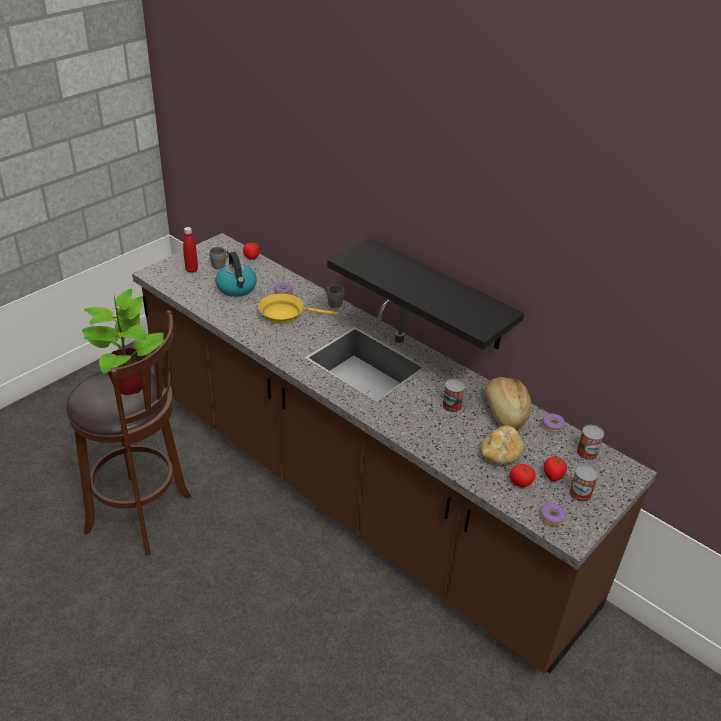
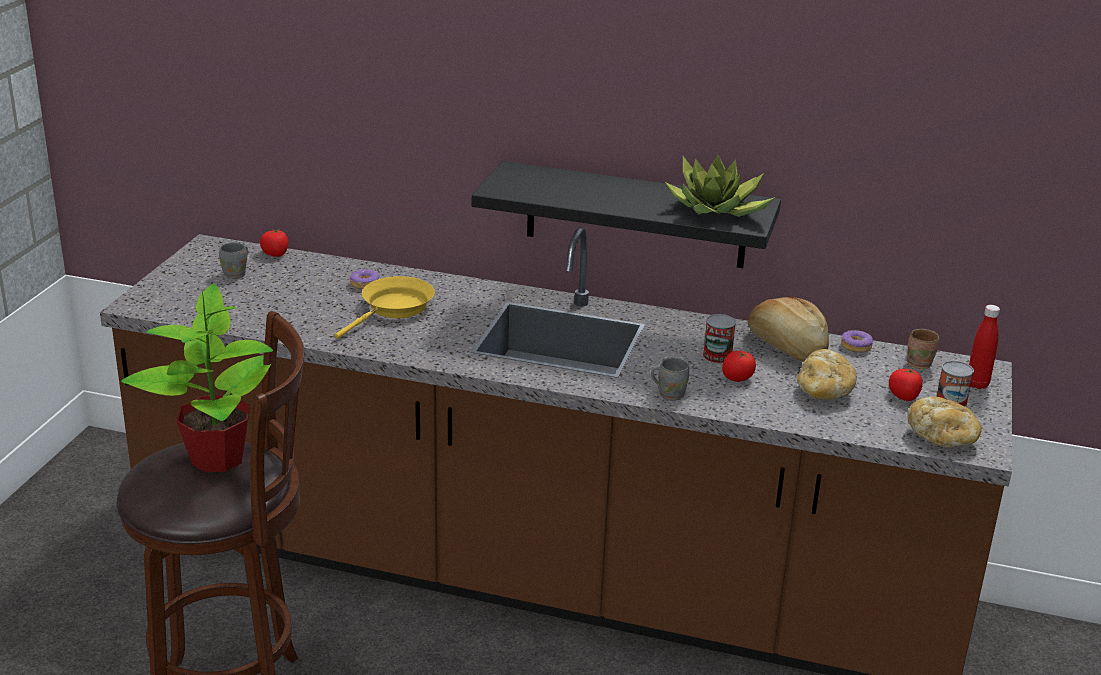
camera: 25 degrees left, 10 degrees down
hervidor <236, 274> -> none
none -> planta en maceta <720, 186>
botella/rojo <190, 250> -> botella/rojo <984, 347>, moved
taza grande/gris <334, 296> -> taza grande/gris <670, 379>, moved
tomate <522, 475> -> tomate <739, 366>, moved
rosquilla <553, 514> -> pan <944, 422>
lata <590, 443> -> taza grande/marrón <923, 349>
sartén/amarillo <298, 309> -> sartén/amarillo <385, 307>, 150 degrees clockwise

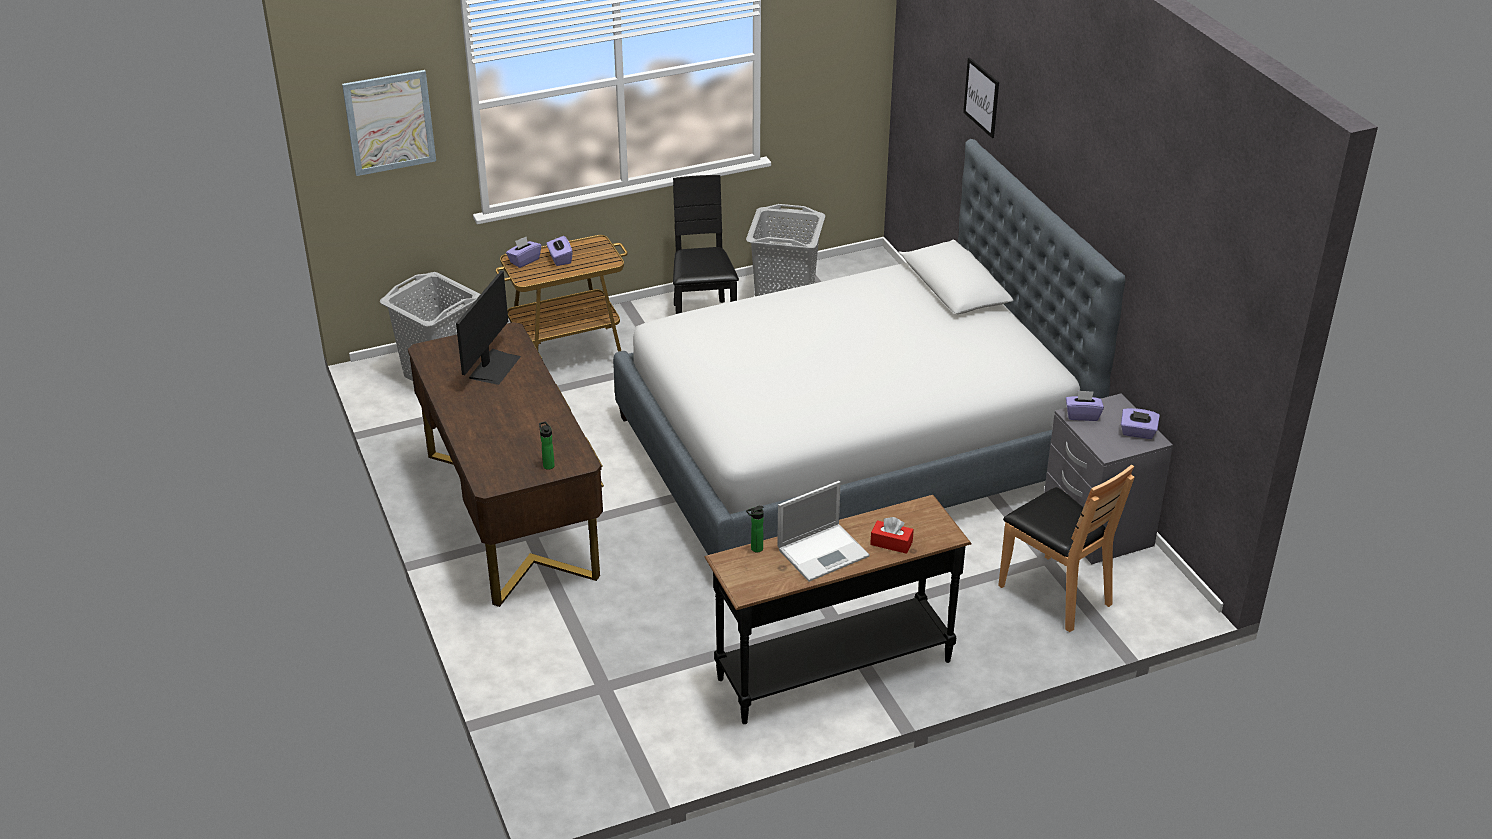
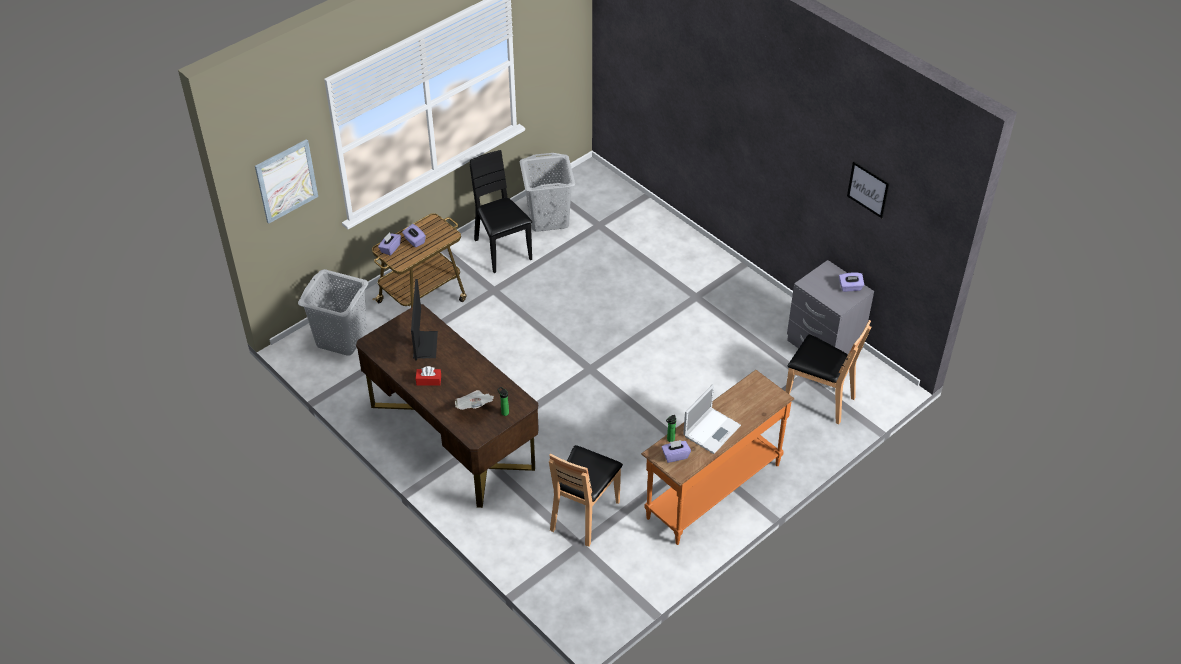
camera: 20 degrees left, 10 degrees up
cama <869, 347> -> none
none -> periódico <474, 400>
none -> silla/marrón <586, 496>
caja de pañuelos/rojo <892, 535> -> caja de pañuelos/rojo <428, 376>, moved
cuadro <981, 98> -> cuadro <868, 189>, moved
caja de pañuelos/morado <1085, 405> -> caja de pañuelos/morado <676, 451>, moved
mesa consola/negro <838, 609> -> mesa consola/naranja <718, 457>

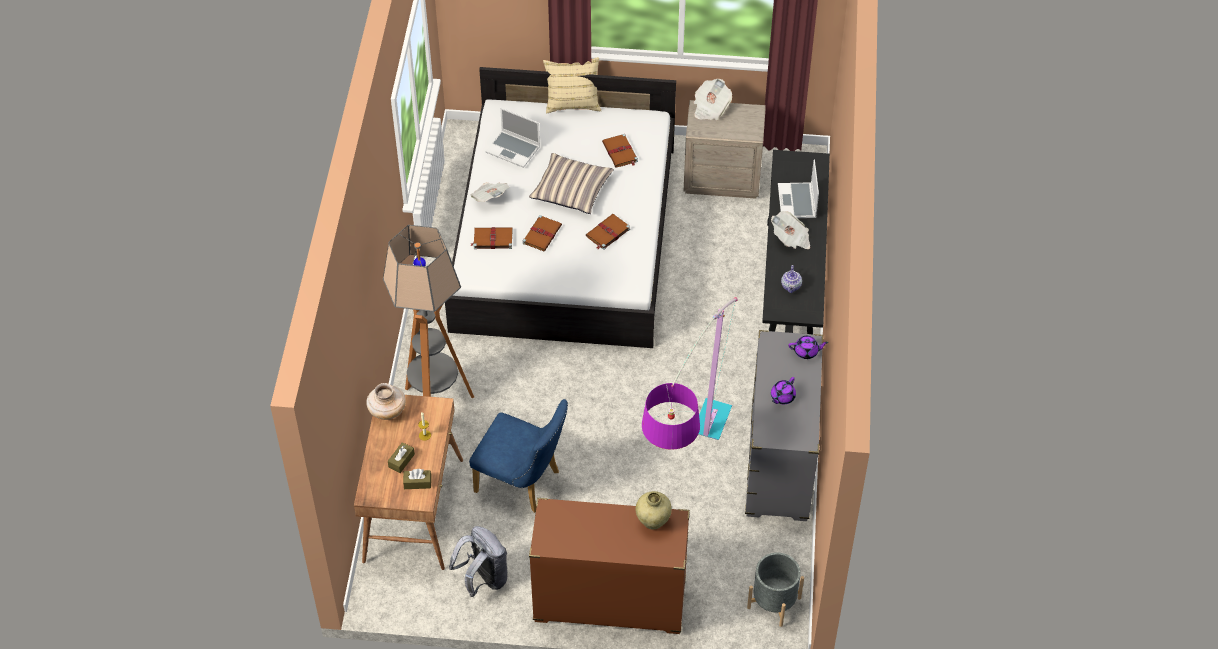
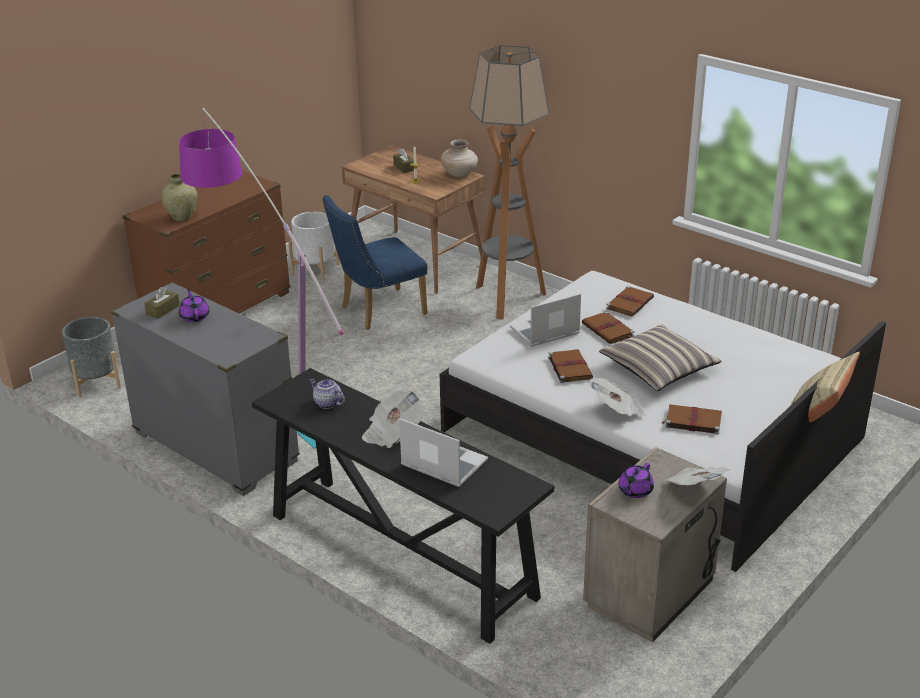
camera: 125 degrees right, 20 degrees down
caja de pañuelos/marrón <417, 479> -> caja de pañuelos/marrón <162, 302>, moved
periódico <489, 192> -> periódico <617, 397>, moved
portátil <512, 138> -> portátil <545, 320>, moved
tetera/morado <808, 347> -> tetera/morado <636, 480>, moved
mochila/gris <478, 561> -> maceta/blanco <314, 246>

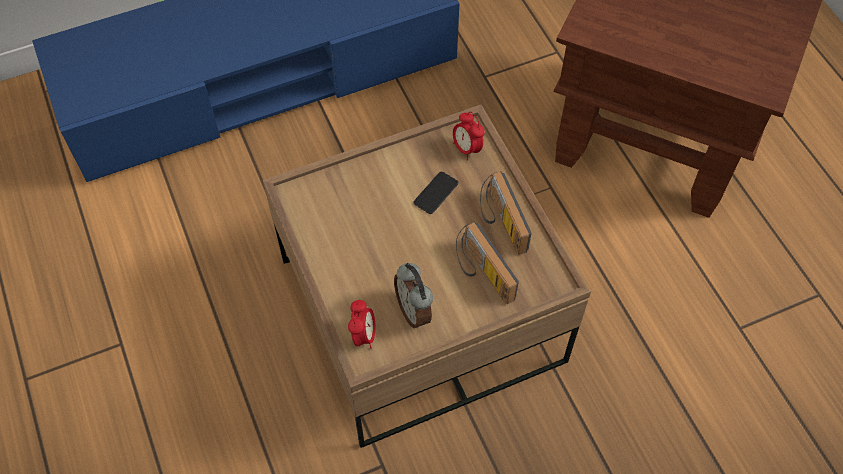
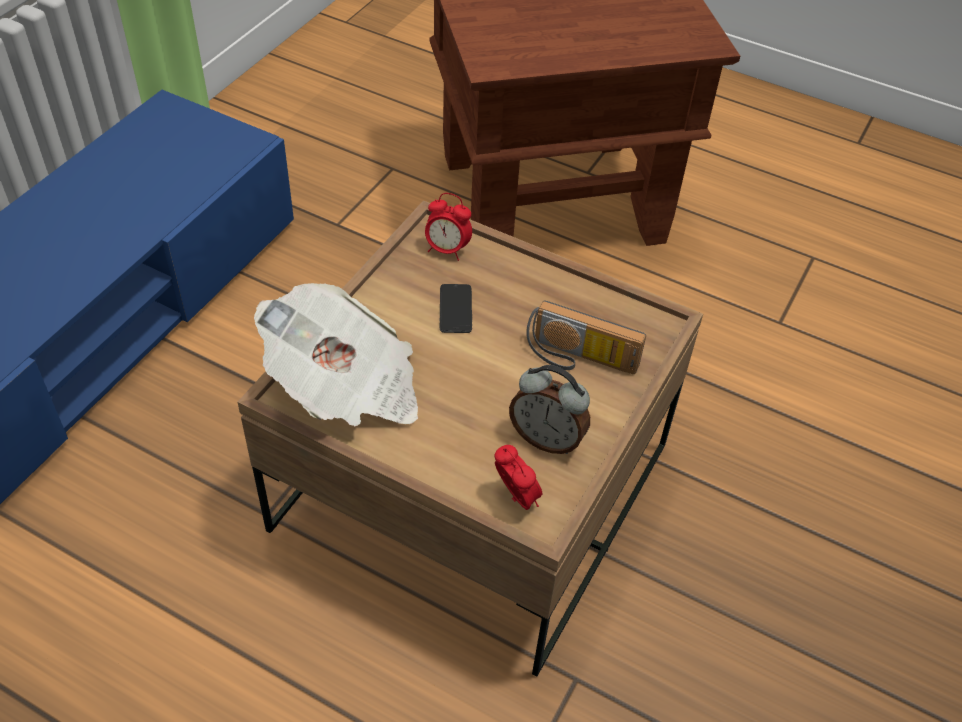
camera: 40 degrees left, 10 degrees down
radio <506, 213> -> none
none -> periódico <336, 355>

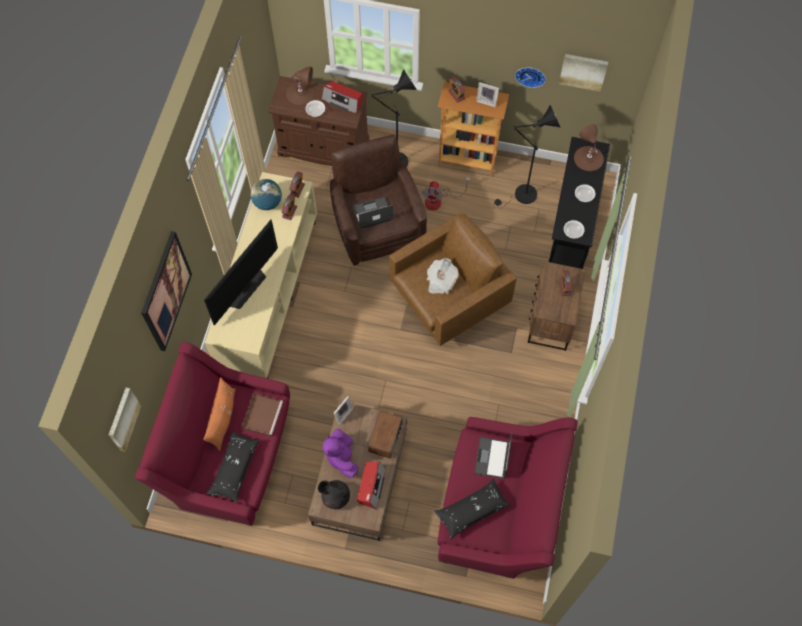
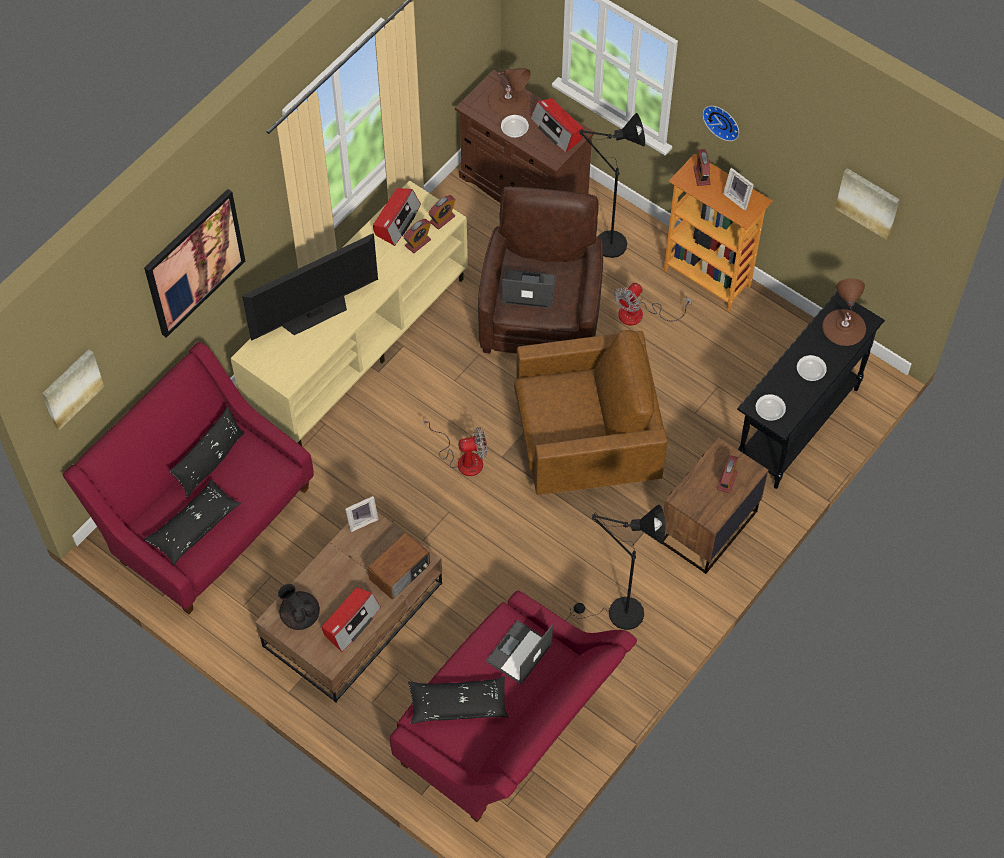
camera: 25 degrees right, 5 degrees down
bandeja/marrón <262, 414> -> none
peluche/morado <341, 453> -> none
periódico <443, 276> -> none
none -> ventilador <455, 446>
lámpara de pie/negro <527, 156> -> lámpara de pie/negro <617, 567>, moved
reloj de pared <530, 77> -> reloj de pared <720, 123>, moved
globo terráqueo <266, 194> -> radio <397, 217>
cojín/naranja <219, 414> -> cojín/negro <207, 452>

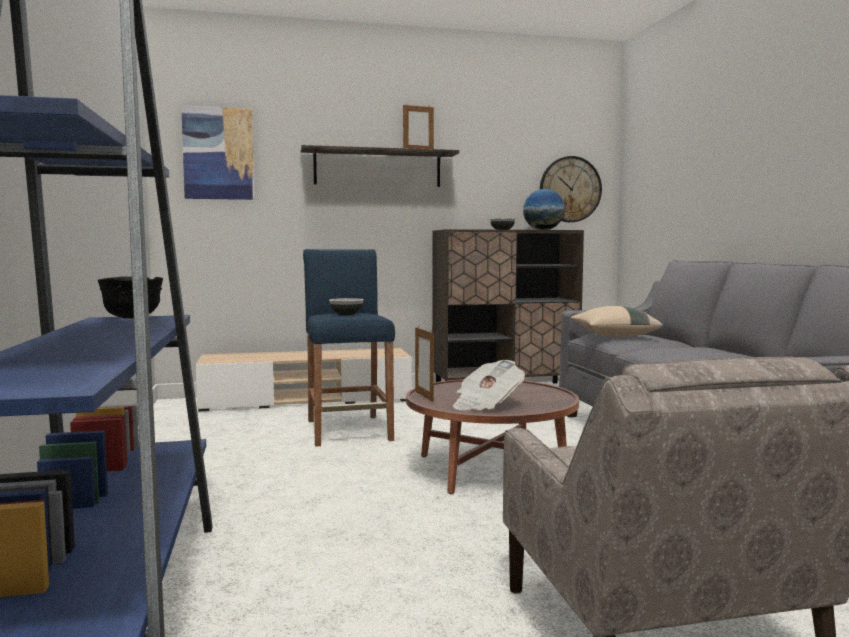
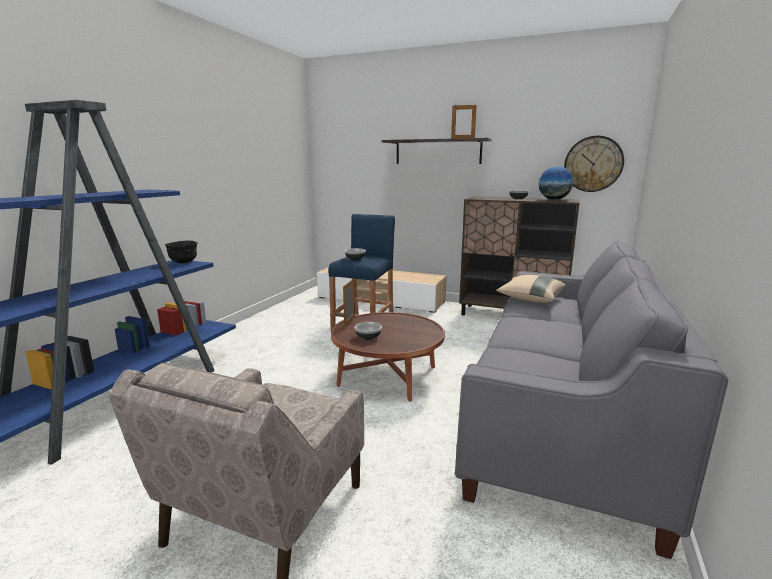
camera: 35 degrees right, 10 degrees up
cuadro <217, 153> -> none
periódico <489, 385> -> cuenco <368, 331>

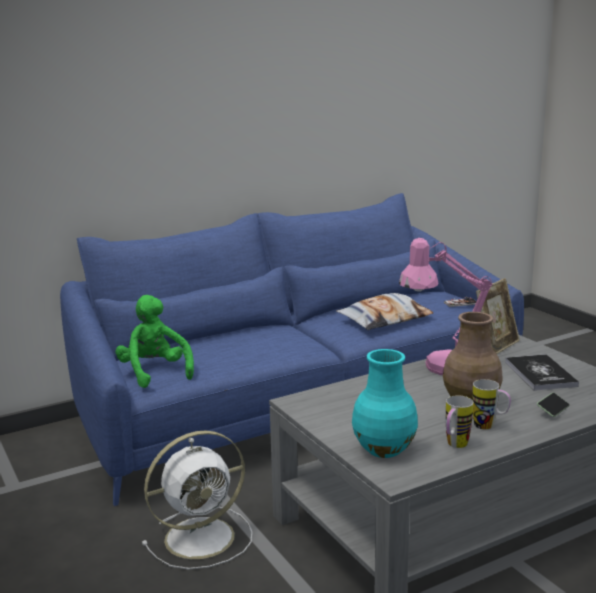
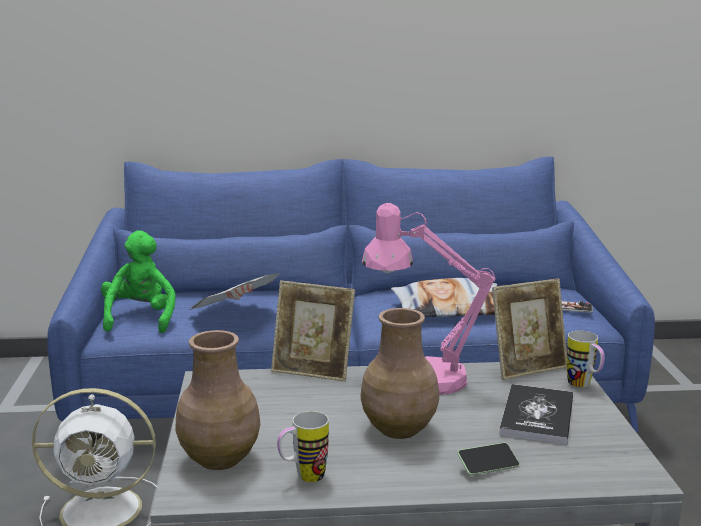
camera: 25 degrees right, 0 degrees up
none -> periódico <234, 291>
none -> portarretratos <313, 331>
taza grande <491, 404> -> taza grande <586, 359>, moved
florero/turquesa <385, 403> -> florero/marrón <217, 400>

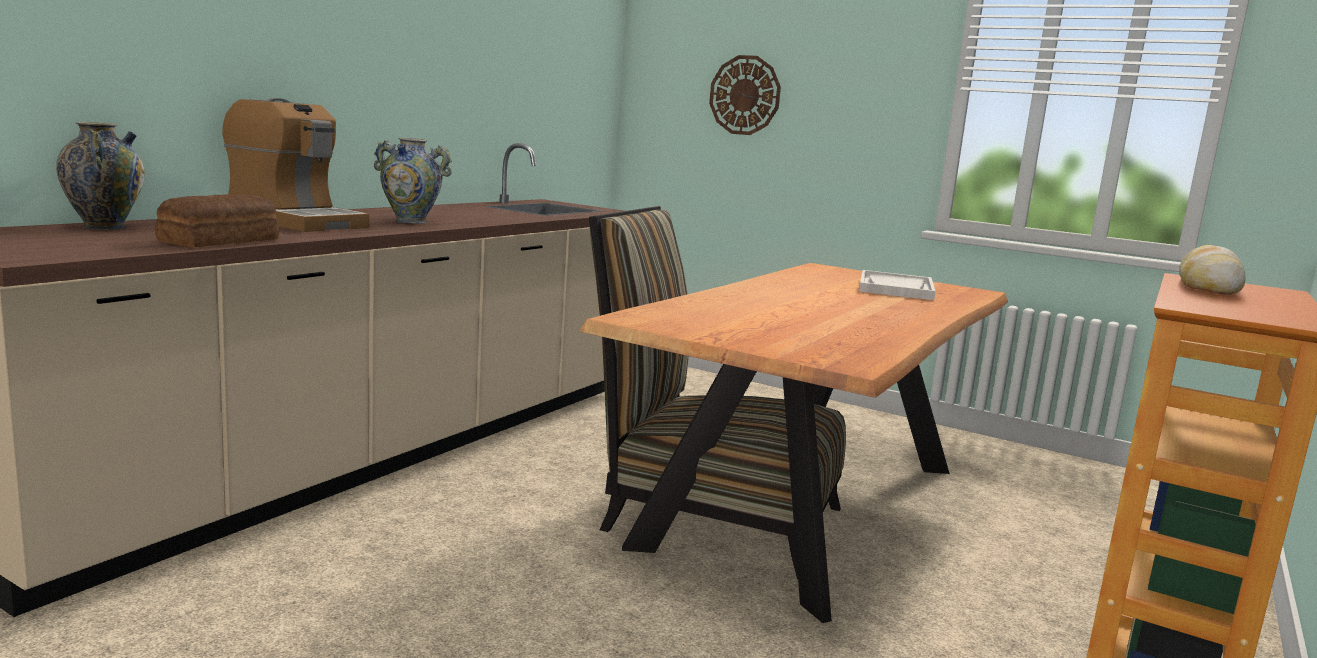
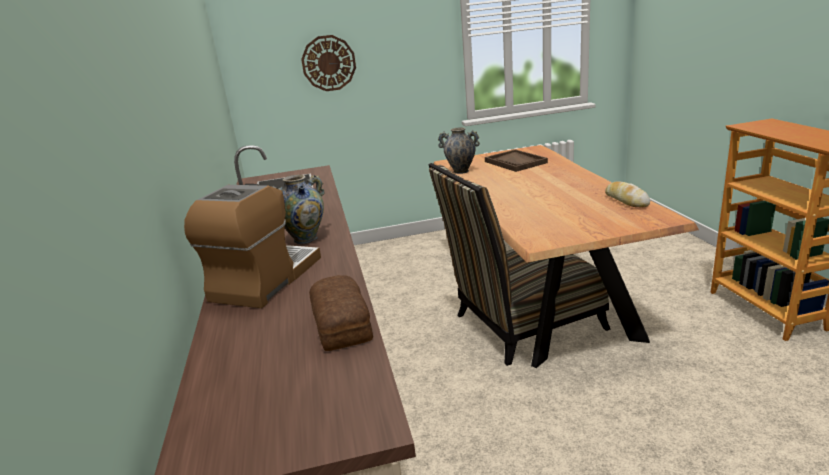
camera: 40 degrees left, 10 degrees up
florero <100, 176> -> florero <459, 150>, moved
pan <1212, 270> -> pan <627, 194>, moved
bandeja/blanco <897, 285> -> bandeja/marrón <516, 160>
cafetera <295, 165> -> cafetera <252, 246>, 60 degrees counterclockwise

